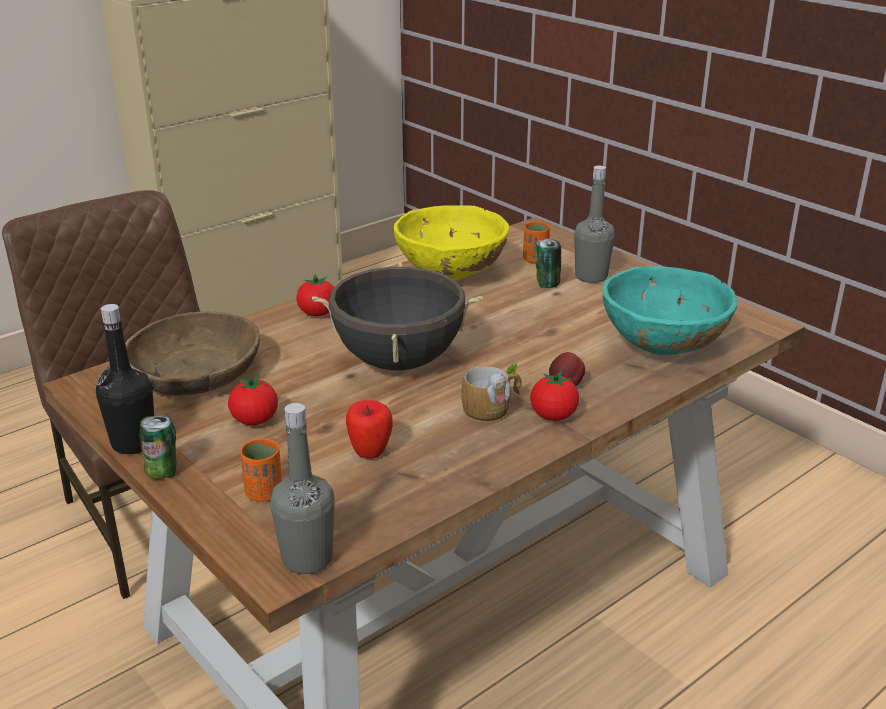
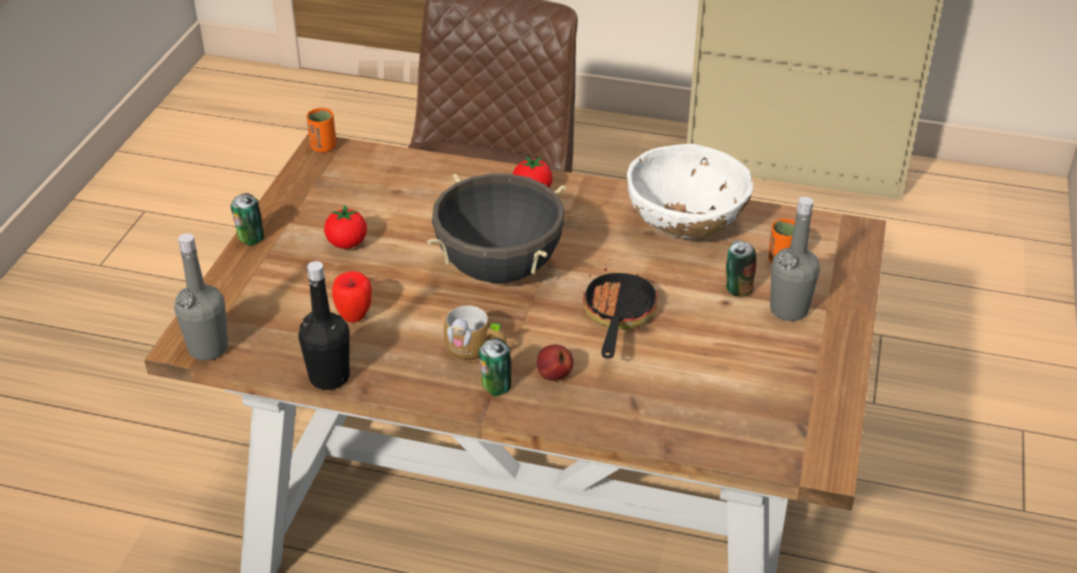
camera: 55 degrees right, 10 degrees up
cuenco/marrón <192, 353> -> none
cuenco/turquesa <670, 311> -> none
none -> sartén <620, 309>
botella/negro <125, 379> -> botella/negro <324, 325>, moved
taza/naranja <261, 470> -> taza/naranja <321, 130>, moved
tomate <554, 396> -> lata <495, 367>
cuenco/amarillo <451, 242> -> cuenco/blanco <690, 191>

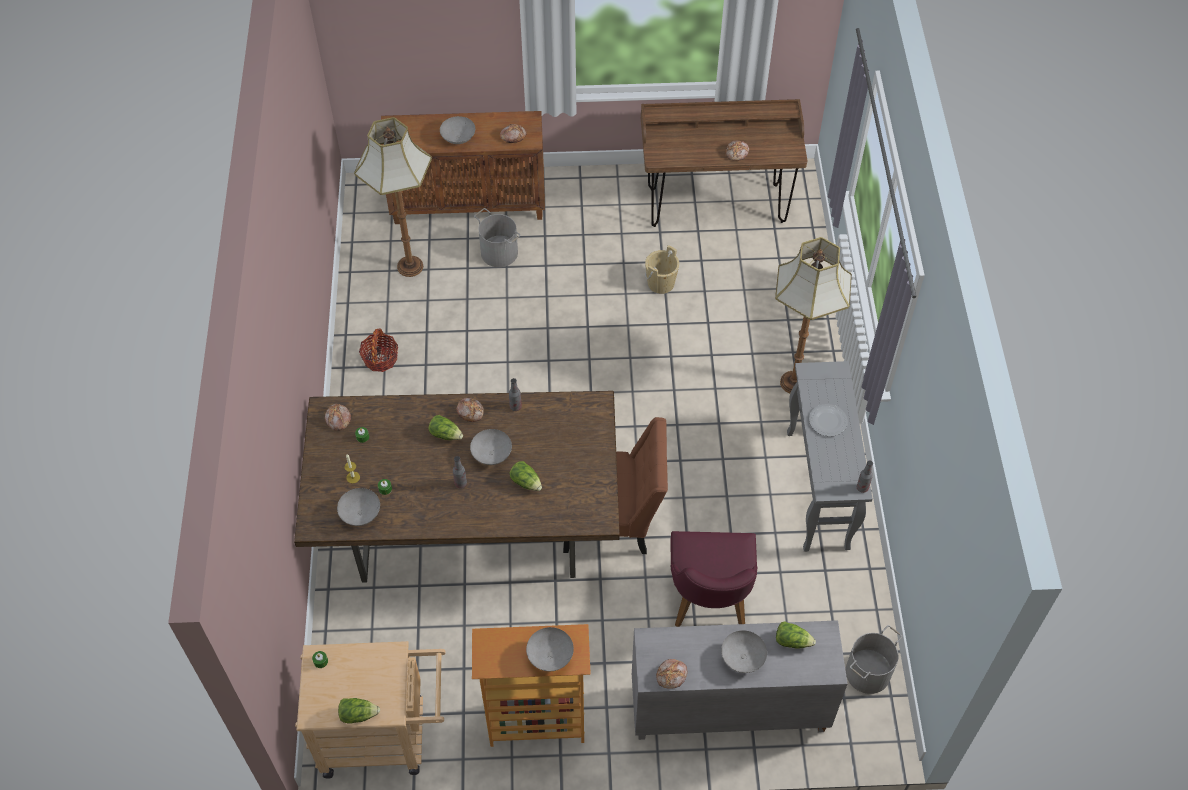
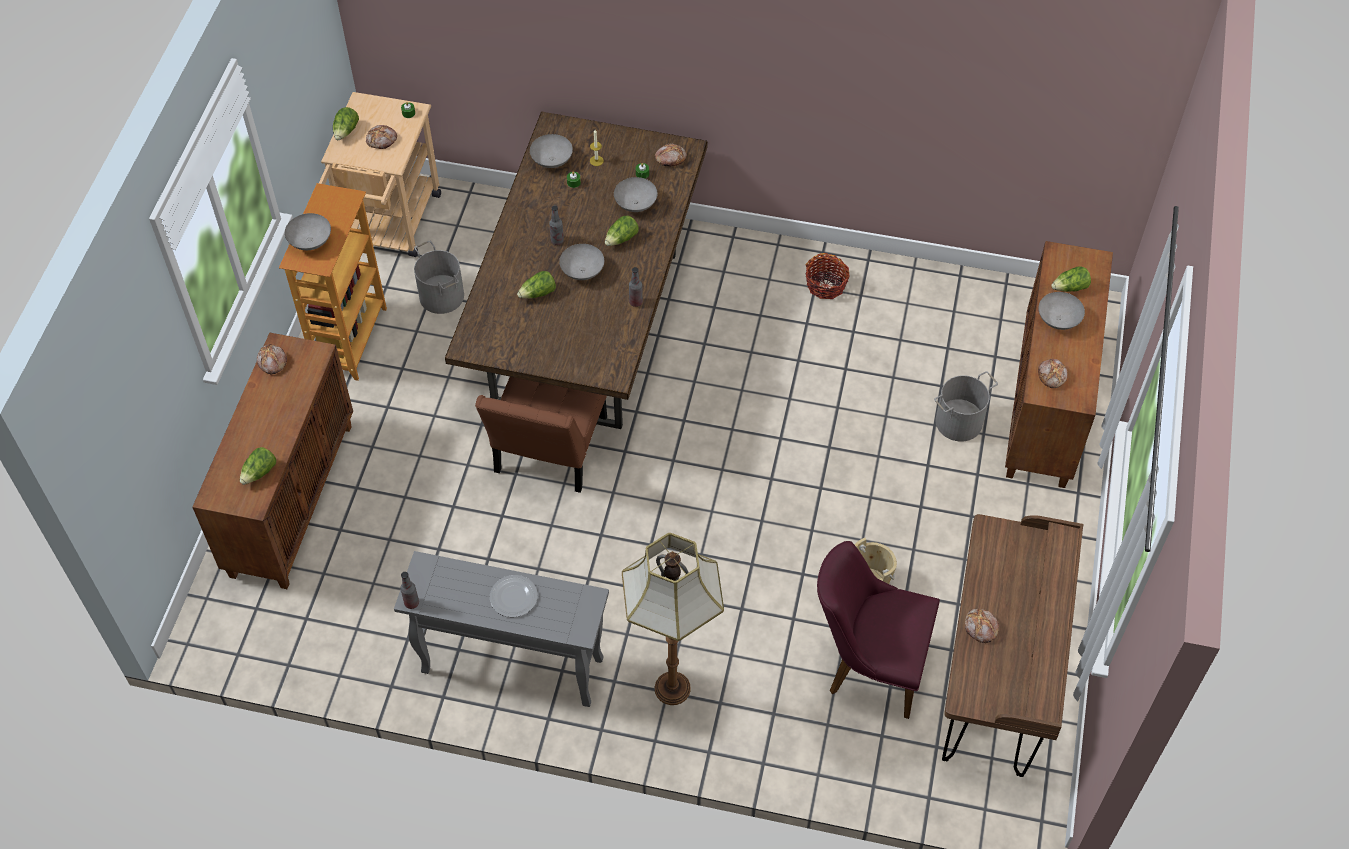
camera: 105 degrees right, 0 degrees up
lámpara de pie <393, 197> -> none
none -> lechuga <1071, 279>
pan <470, 410> -> pan <381, 137>, moved
silla/morado <714, 579> -> silla/morado <878, 630>, moved
cuenco/gris <744, 651> -> cuenco/gris <636, 194>, moved
cubo/gris <874, 659> -> cubo/gris <439, 277>, moved
armario/gris <739, 680> -> armario/marrón <272, 461>

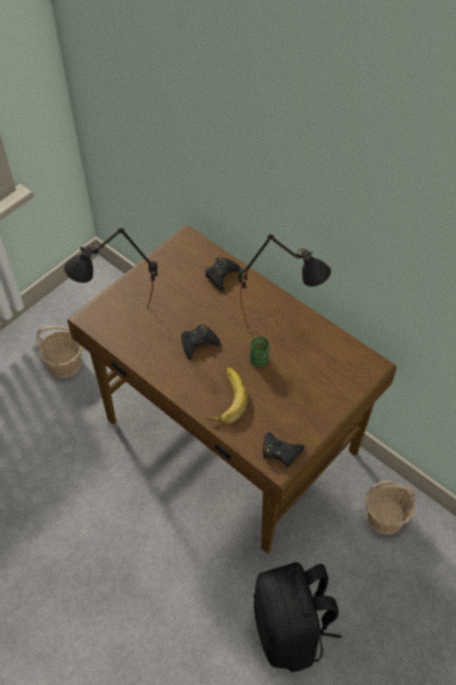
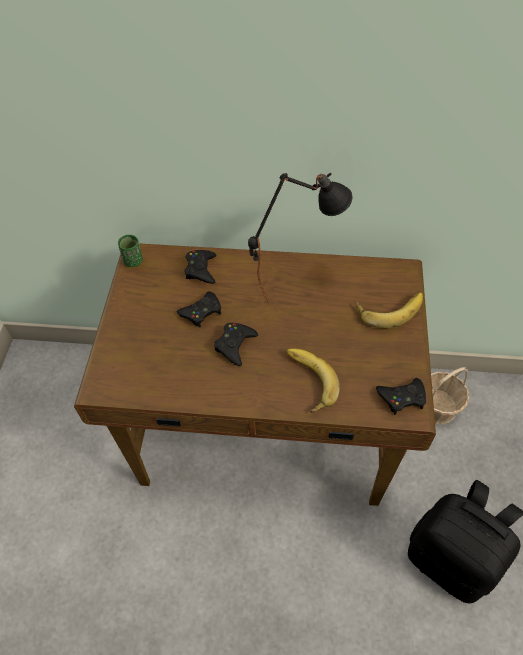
camera: 35 degrees left, 0 degrees up
cesta <59, 352> -> none
lámpara de mesa/negro <111, 268> -> none
none -> mando de consola/negro <198, 309>
none -> plátano <389, 310>
taza/verde <260, 352> -> taza/verde <130, 251>, moved

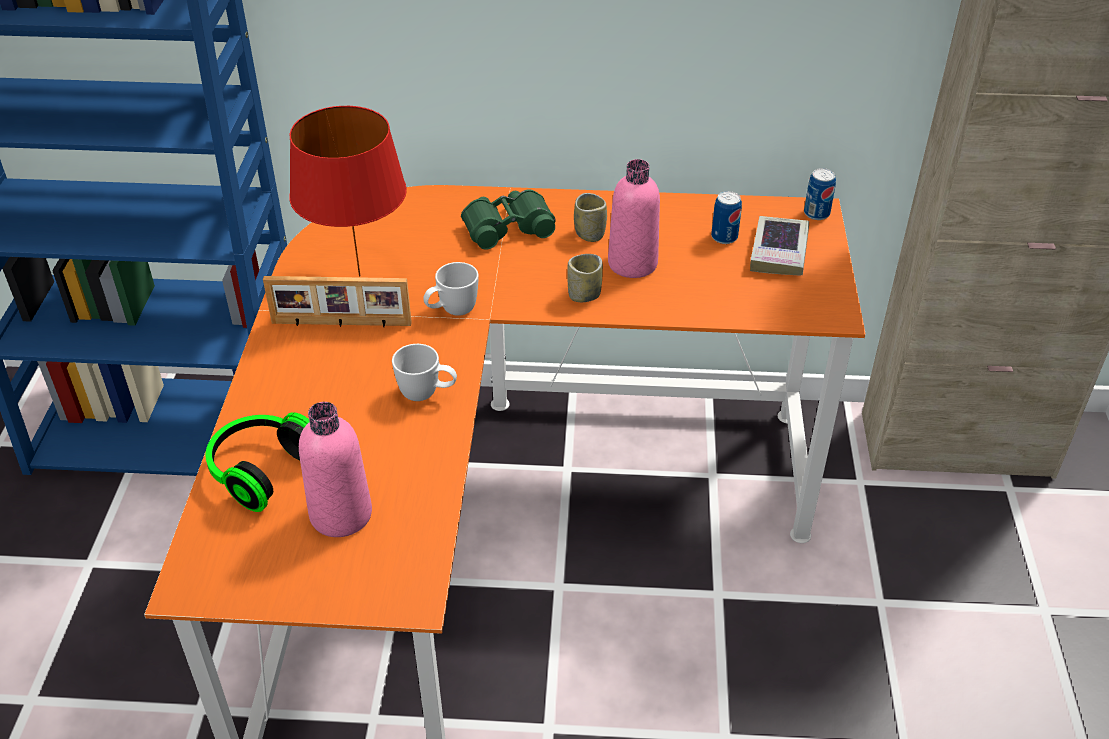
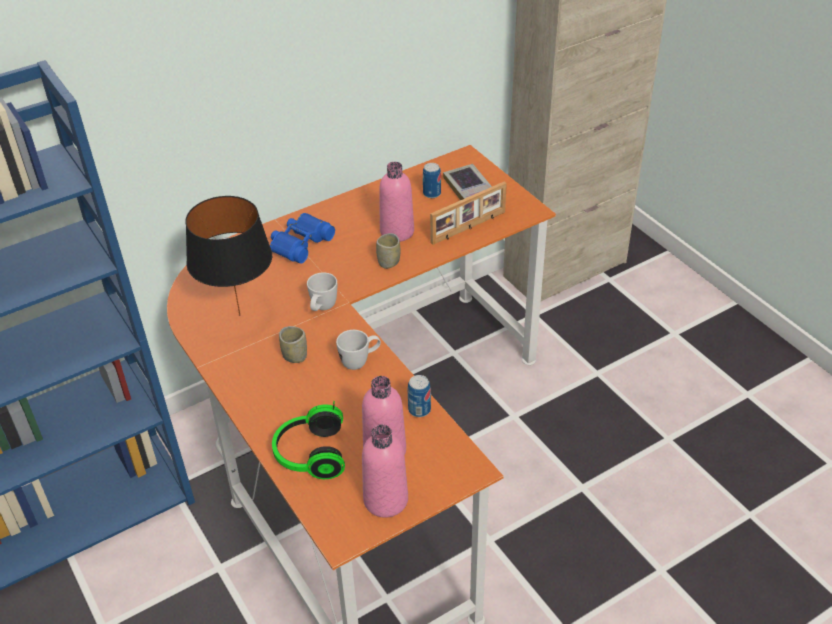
camera: 35 degrees left, 0 degrees up
none -> botella/rosa <385, 471>
portarretratos <337, 301> -> portarretratos <468, 213>, moved
taza <590, 217> -> taza <293, 344>, moved
lata <820, 194> -> lata <419, 396>, moved
lámpara de mesa/rojo <348, 191> -> lámpara de mesa/negro <228, 256>
prismáticos/verde <508, 219> -> prismáticos/azul <302, 238>

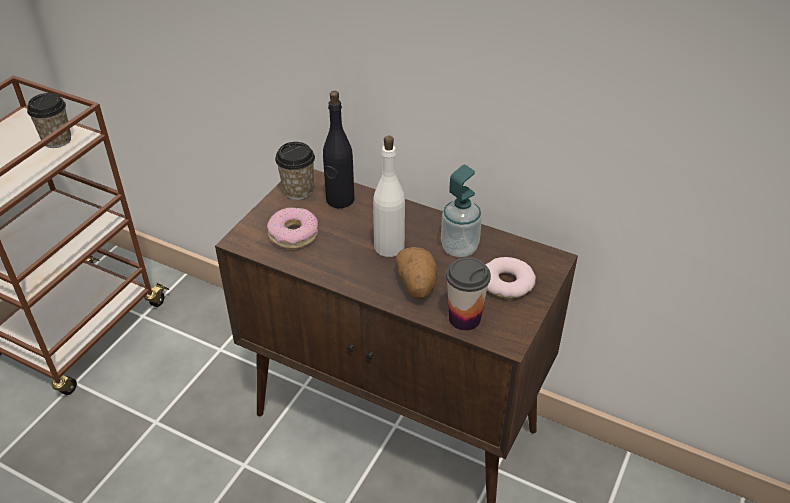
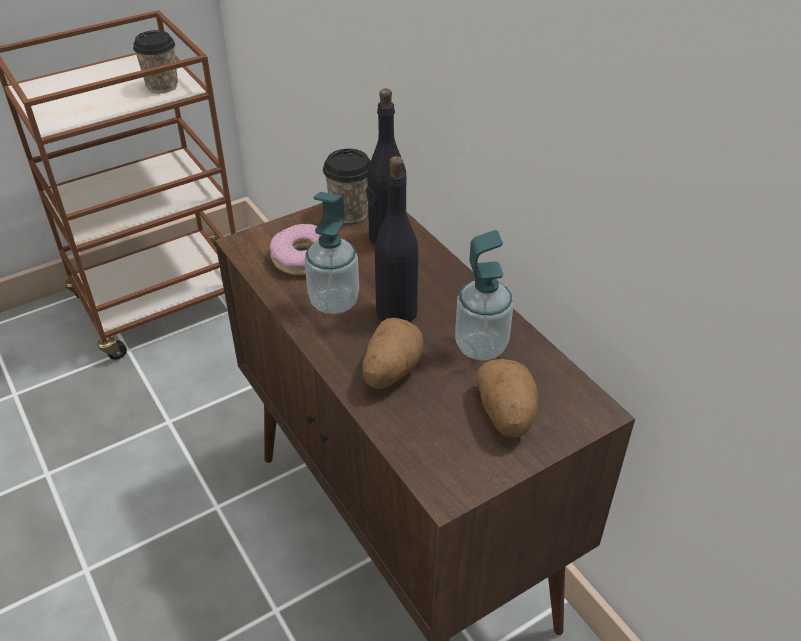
camera: 30 degrees right, 0 degrees up
taza <468, 294> -> none
none -> dispensador de jabón <331, 253>
rosquilla <510, 278> -> patata <507, 398>
botella/blanco <389, 196> -> botella/negro <396, 239>

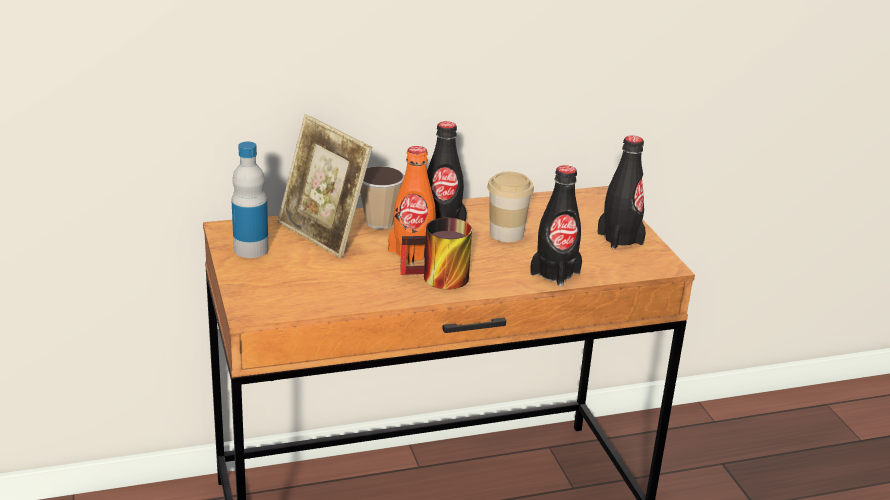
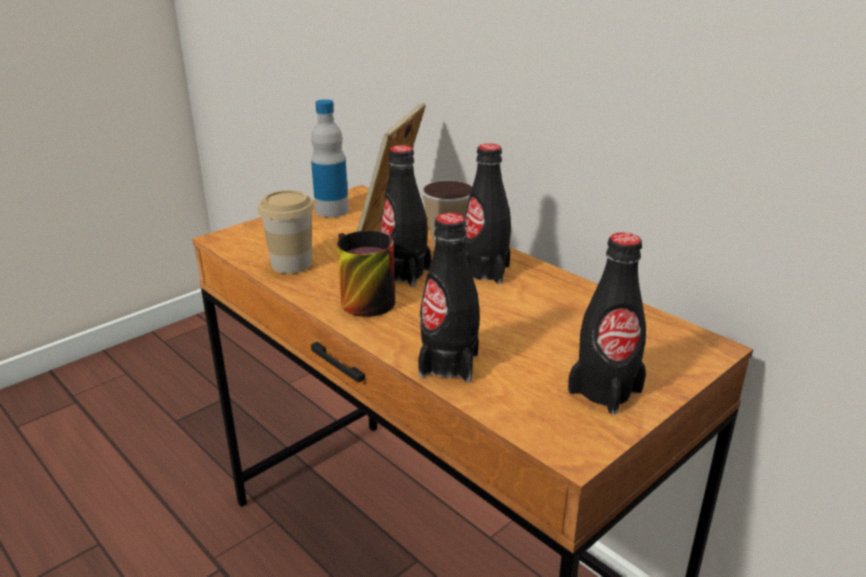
camera: 65 degrees right, 0 degrees up
taza <510, 207> -> taza <286, 232>, moved
botella/naranja <412, 205> -> botella/negro <406, 216>

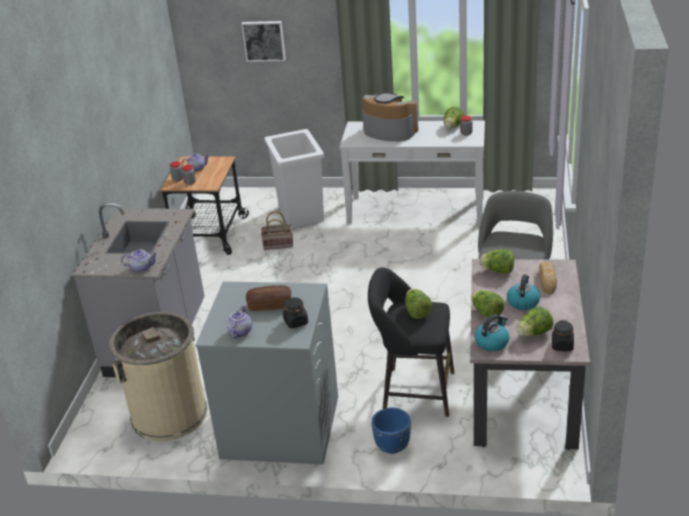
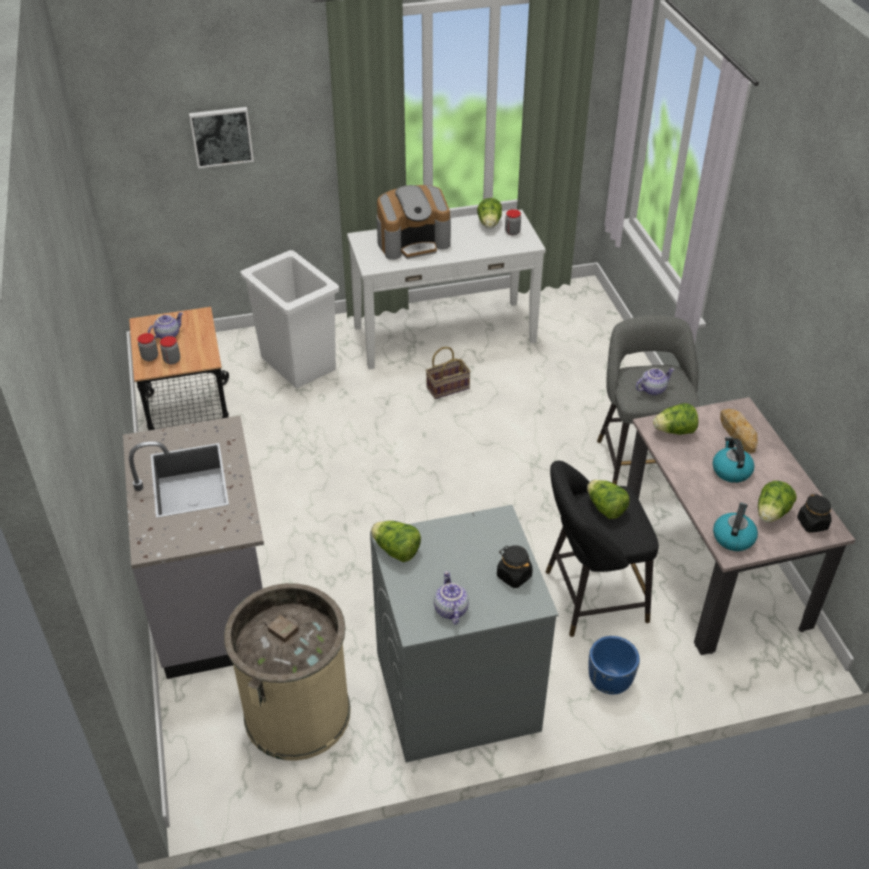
camera: 25 degrees left, 10 degrees up
pan <268, 298> -> none
tetera <139, 260> -> tetera <655, 381>, moved
cesta <277, 230> -> cesta <448, 373>, moved
lechuga <487, 304> -> lechuga <396, 541>, moved
cafetera <390, 117> -> cafetera <414, 222>, 150 degrees clockwise

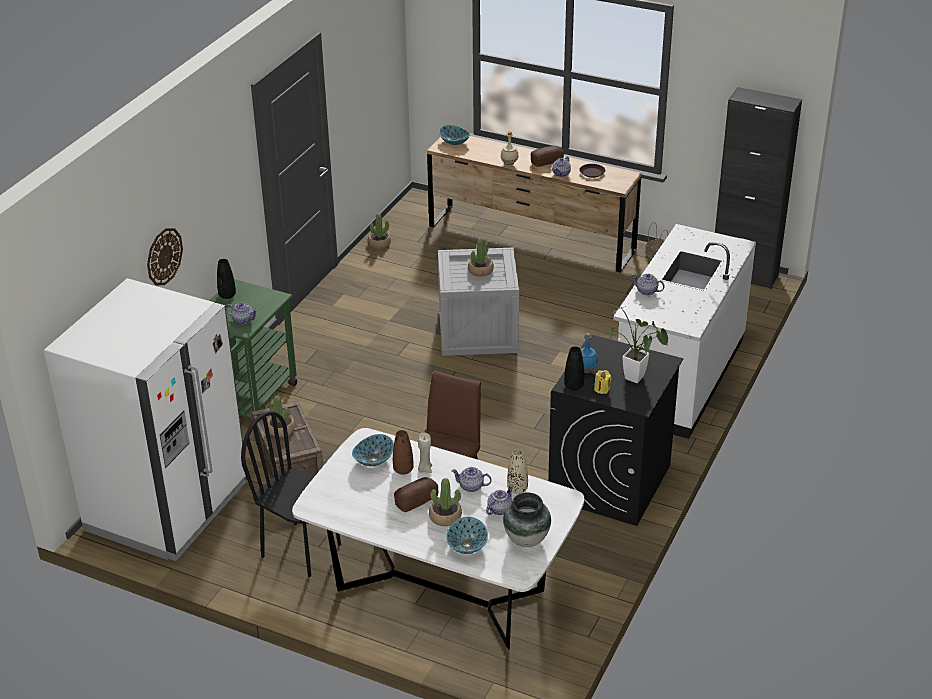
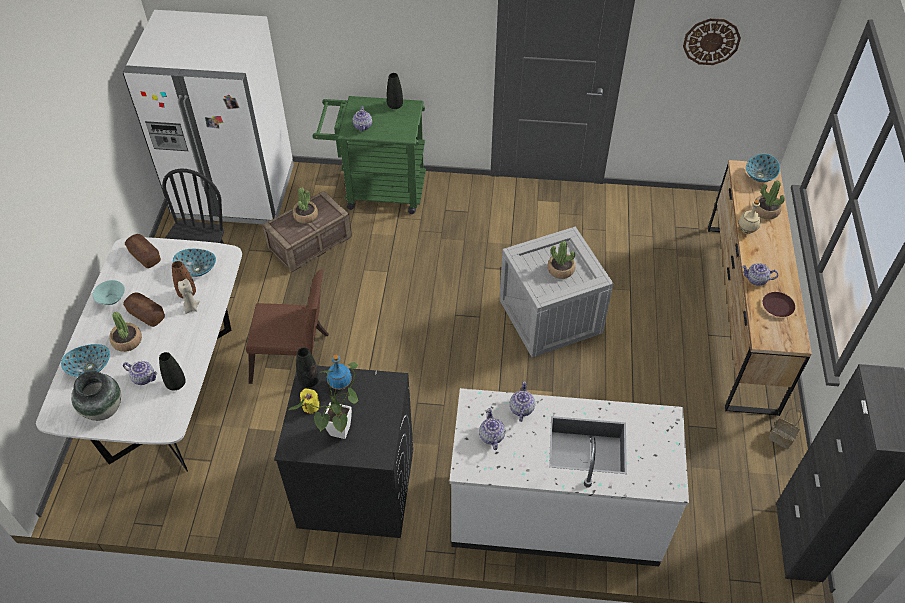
camera: 70 degrees right, 15 degrees up
none -> cuenco/turquesa <109, 292>
reloj de pared <165, 257> -> reloj de pared <712, 41>, moved
planta en maceta <379, 231> -> planta en maceta <770, 200>, moved
tetera <471, 479> -> tetera <492, 429>, moved
pan <547, 156> -> pan <143, 251>, moved
florero/beis <517, 471> -> florero/negro <172, 371>

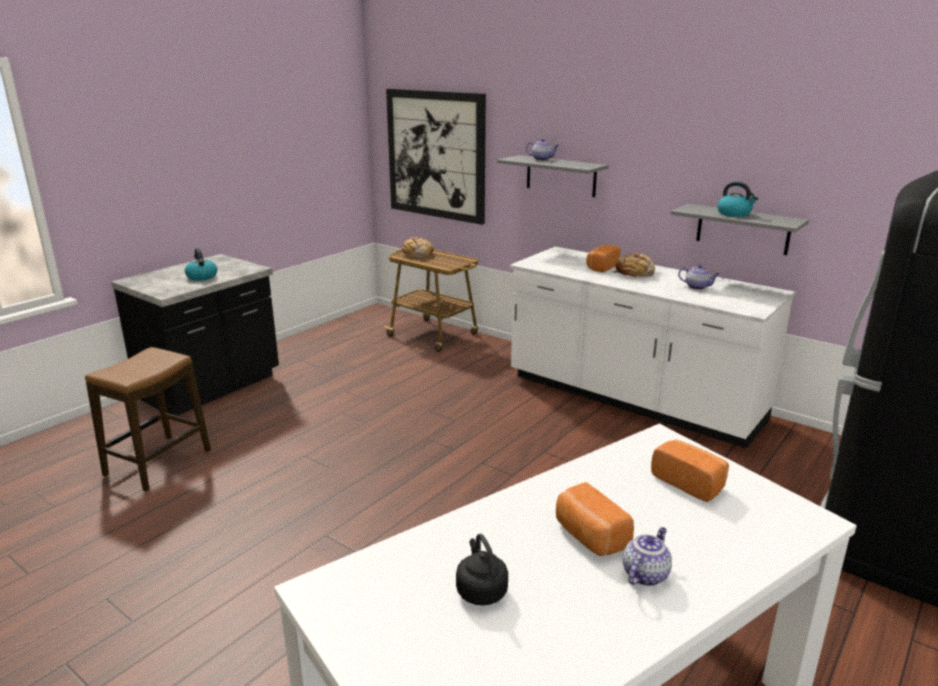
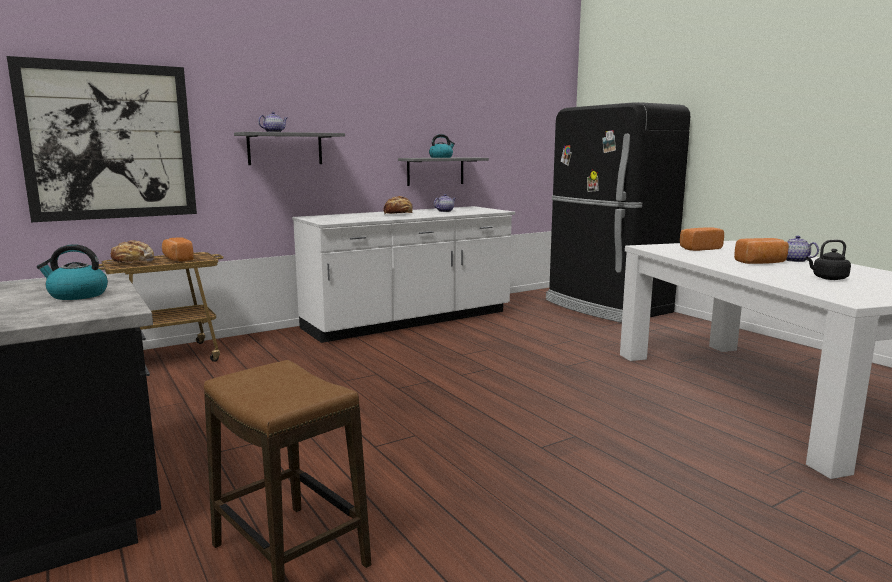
camera: 70 degrees left, 10 degrees down
pan <603, 258> -> pan <178, 249>, moved

